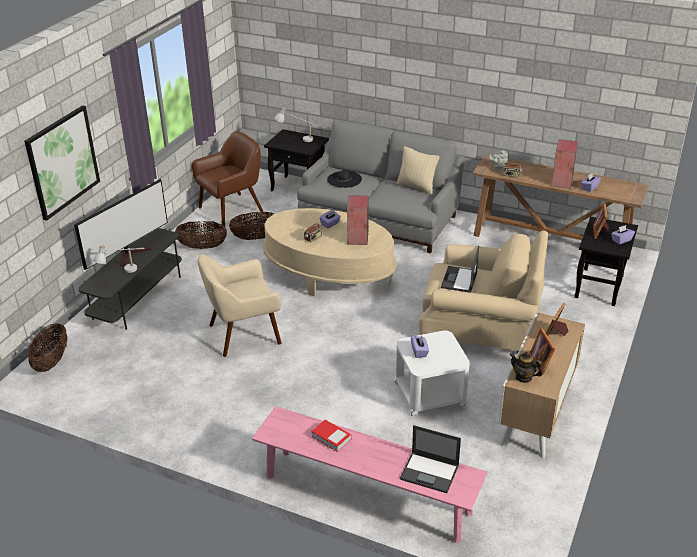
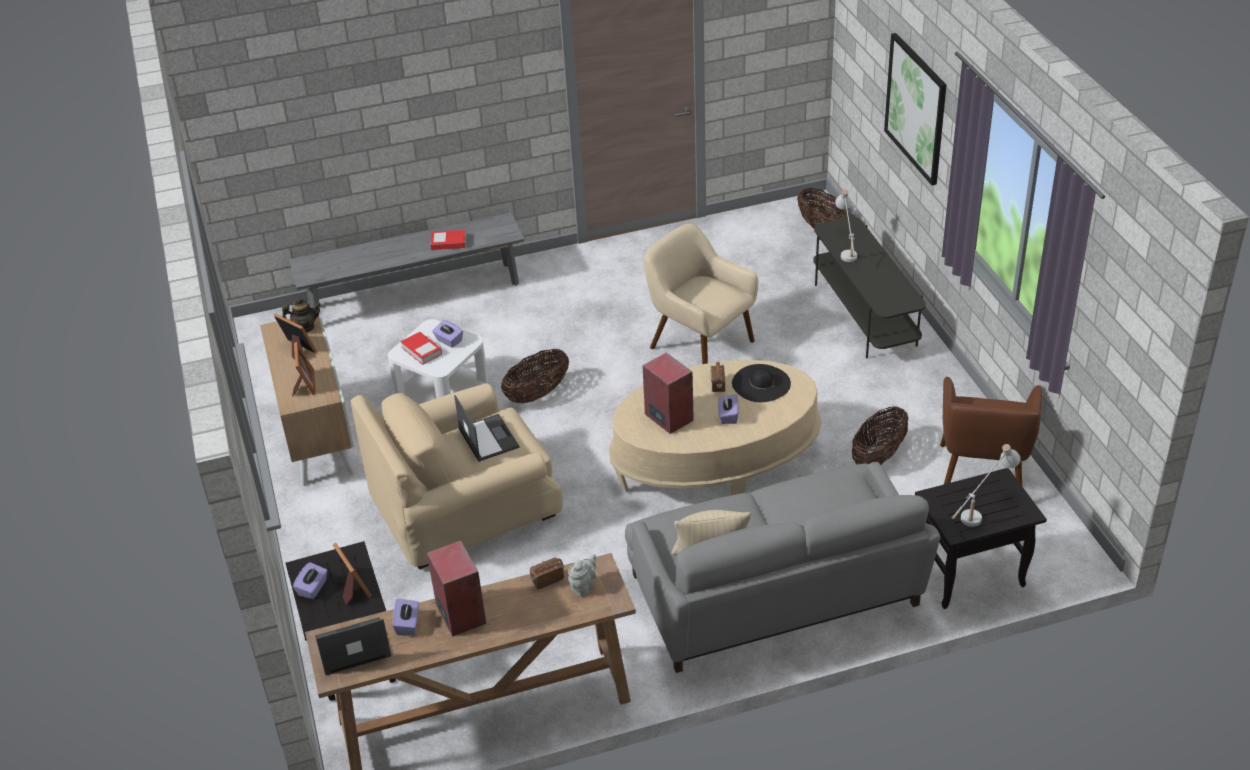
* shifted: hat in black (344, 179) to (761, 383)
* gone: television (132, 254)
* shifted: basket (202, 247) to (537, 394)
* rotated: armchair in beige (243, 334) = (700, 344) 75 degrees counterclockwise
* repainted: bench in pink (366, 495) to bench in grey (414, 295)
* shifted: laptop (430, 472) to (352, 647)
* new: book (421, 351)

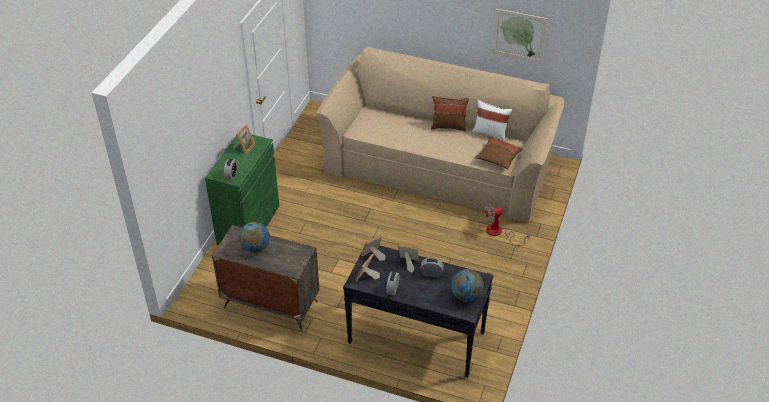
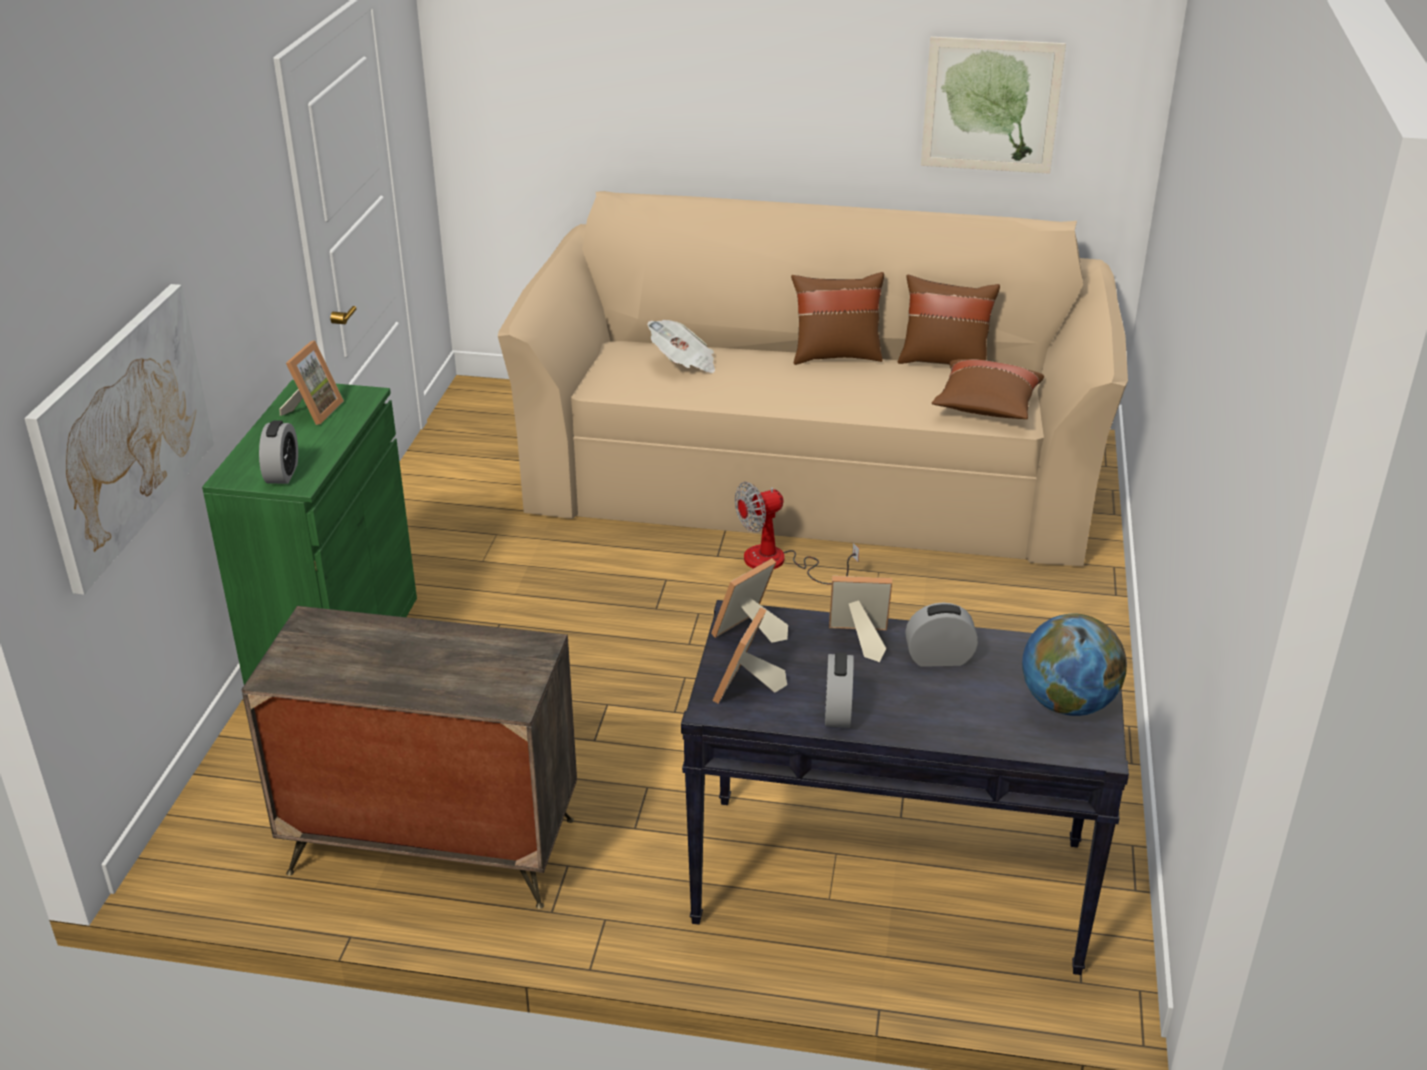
* repainted: pillow in white (490, 133) to pillow in brown (944, 361)
* shifted: fan (499, 233) to (779, 563)
* gone: globe (255, 247)
* new: picture (123, 432)
* new: newspaper (683, 363)

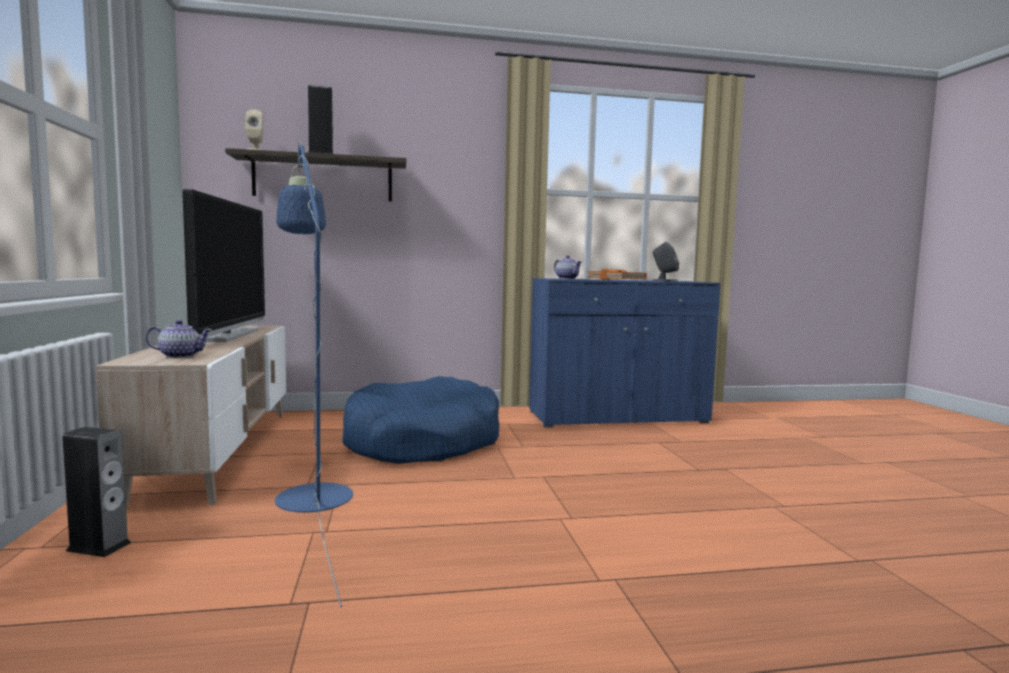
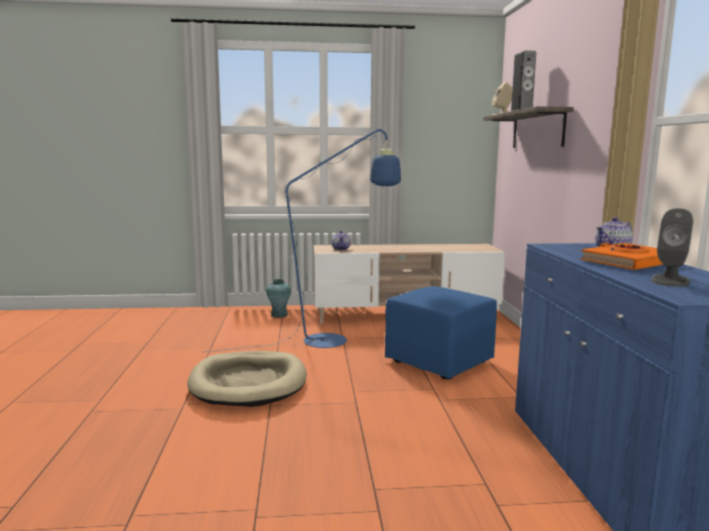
* gone: television (227, 335)
* swapped: dog bed in blue (422, 442) to ottoman in blue (440, 362)
* swapped: speaker (99, 546) to vase in turquoise (279, 315)
* new: dog bed in beige (249, 383)

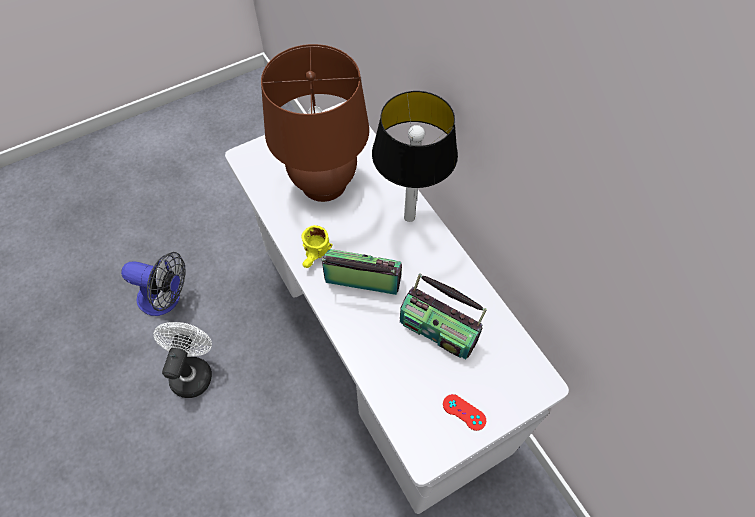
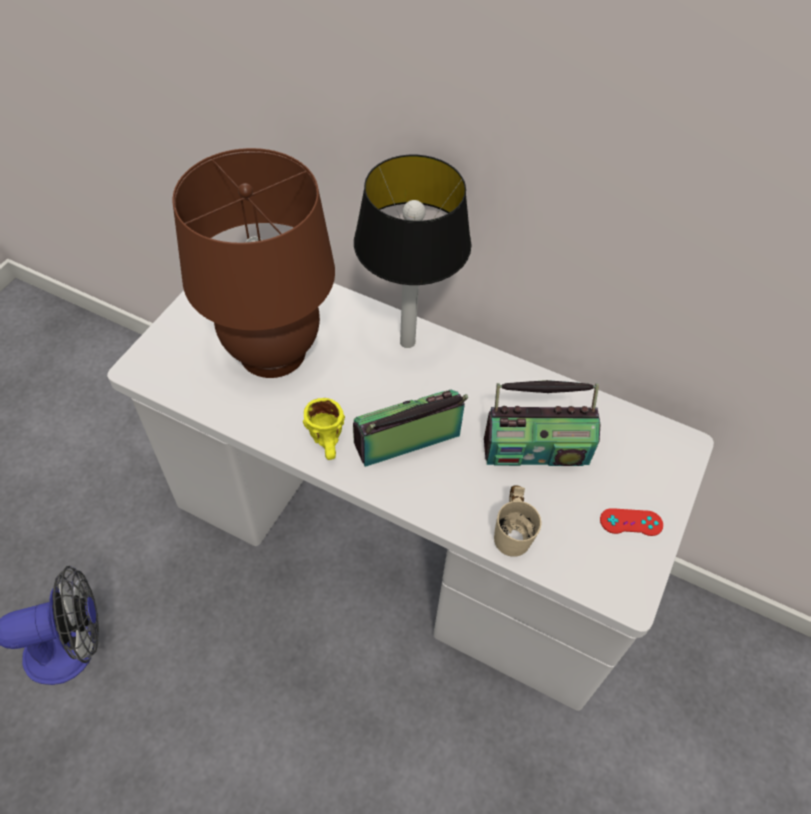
* gone: fan in white (193, 371)
* new: mug in beige (516, 533)

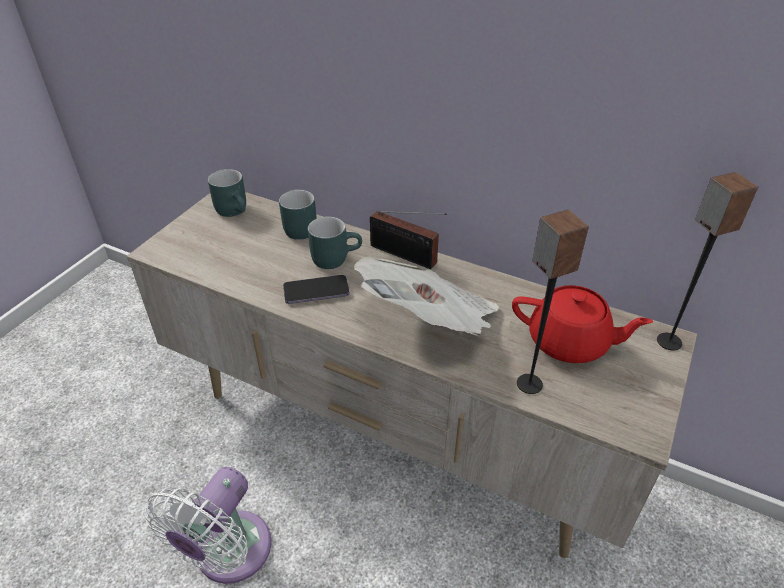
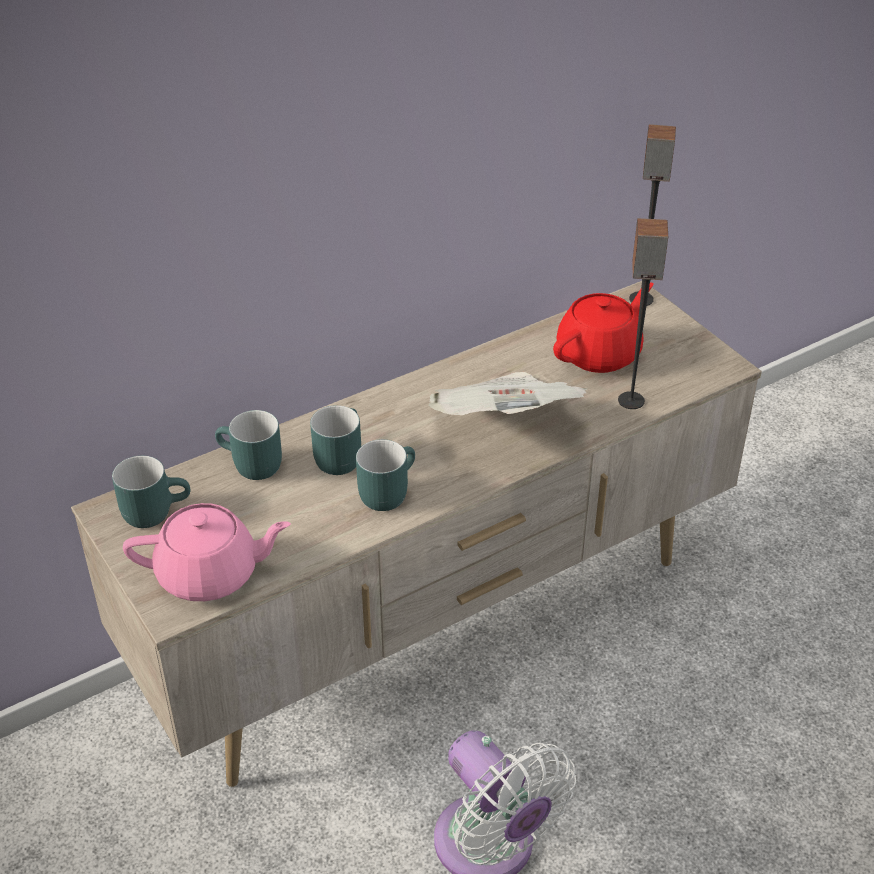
* gone: radio (406, 256)
* swapped: phone (316, 291) to mug in turquoise (386, 490)
* new: teapot in pink (210, 574)

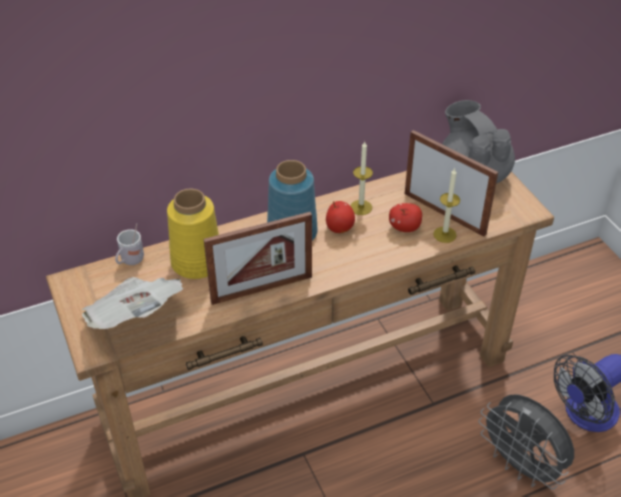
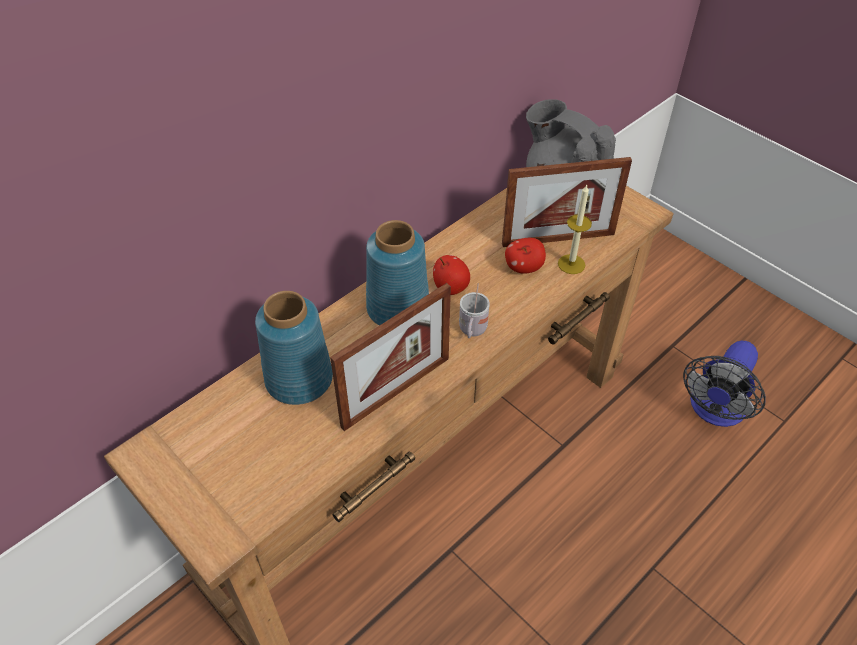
* rotated: picture frame (444, 213) = (558, 239) 150 degrees clockwise
* gone: candle (361, 207)
* repainted: vase in yellow (198, 262) to vase in blue (300, 379)
* shifted: mug in white (130, 261) to (472, 331)
* gone: newspaper (135, 318)
* gone: fan in grey (521, 466)

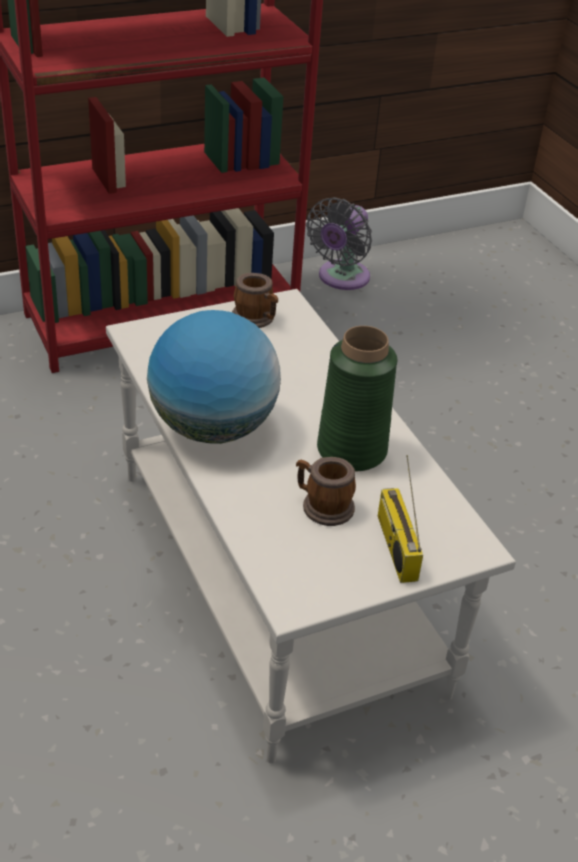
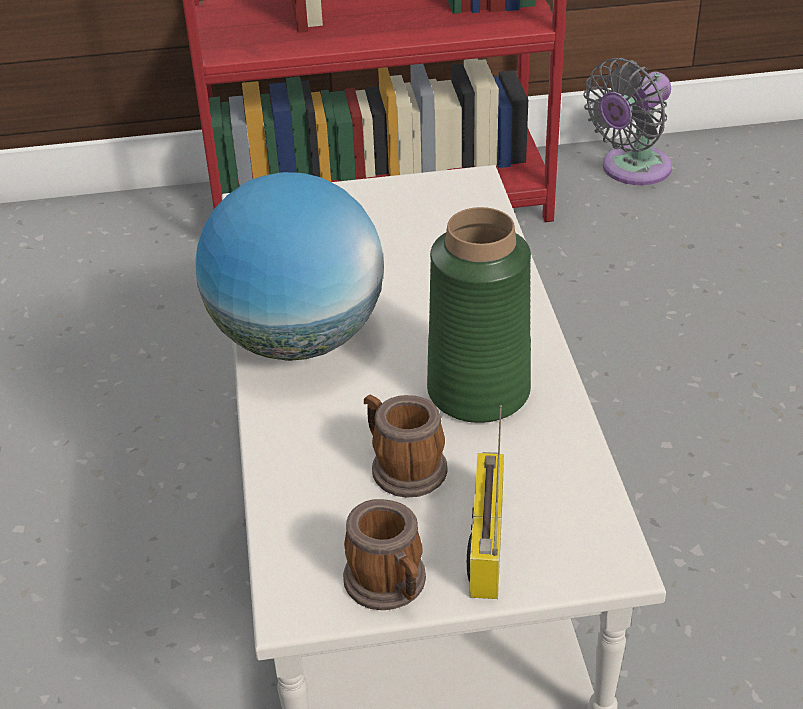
* shifted: mug (256, 319) to (390, 585)

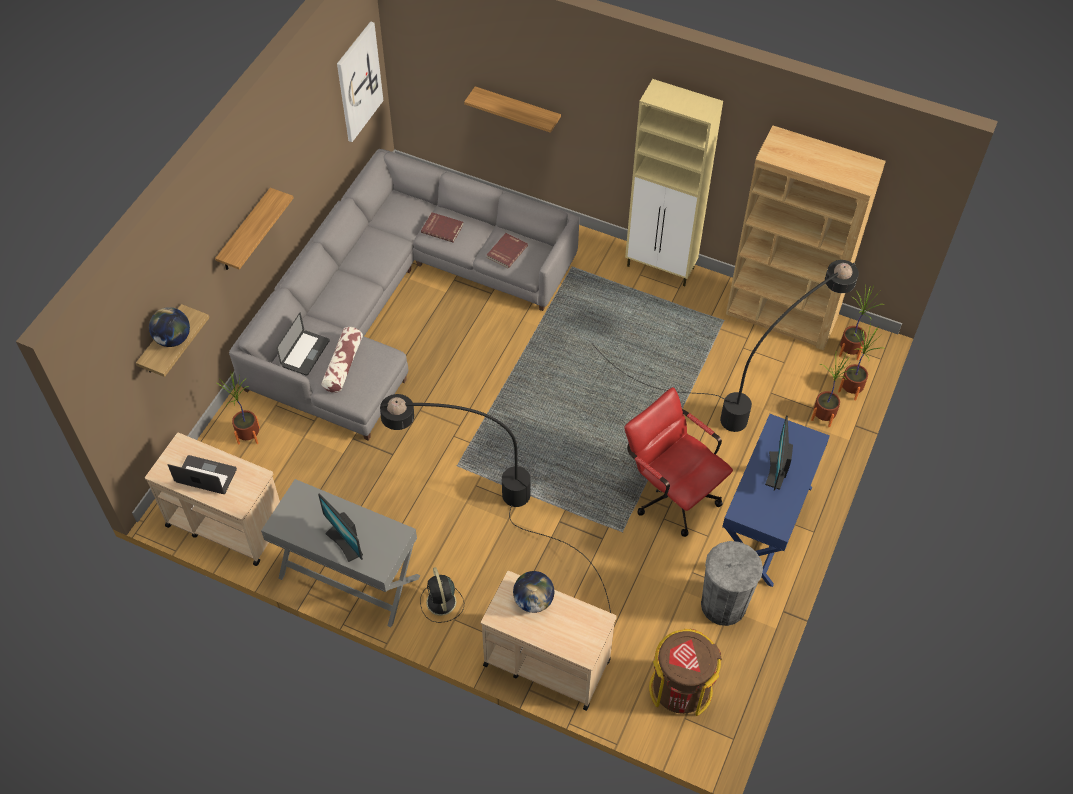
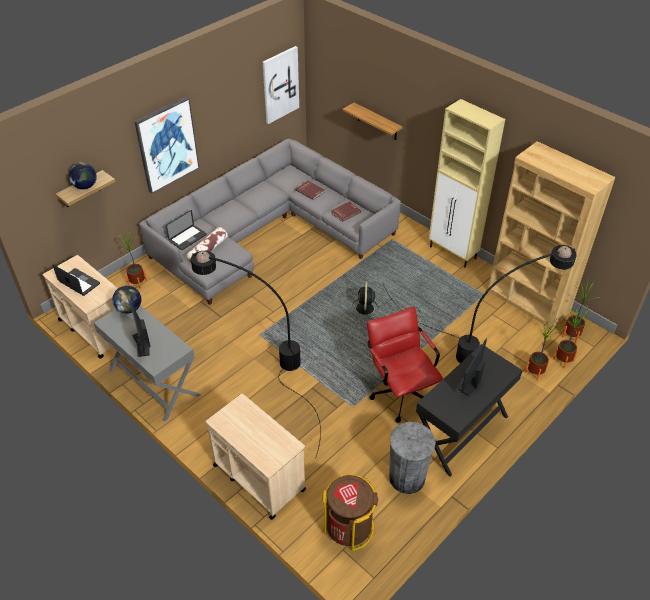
* swapped: shelf (245, 231) to picture (167, 144)
* repainted: desk in blue (764, 525) to desk in black (461, 432)
* shifted: fan in black (441, 603) to (365, 309)
* shifted: globe (533, 600) to (129, 309)

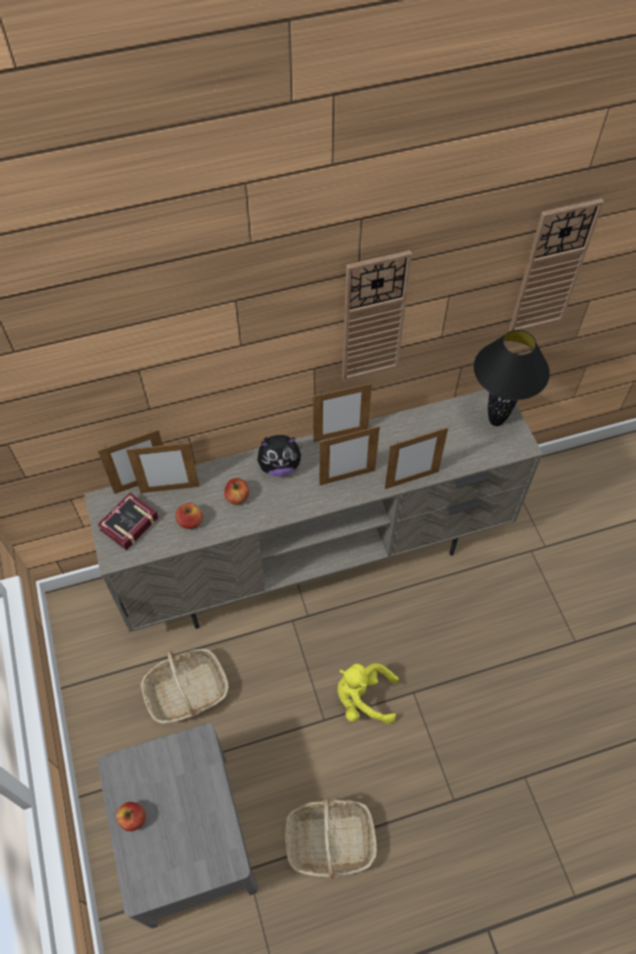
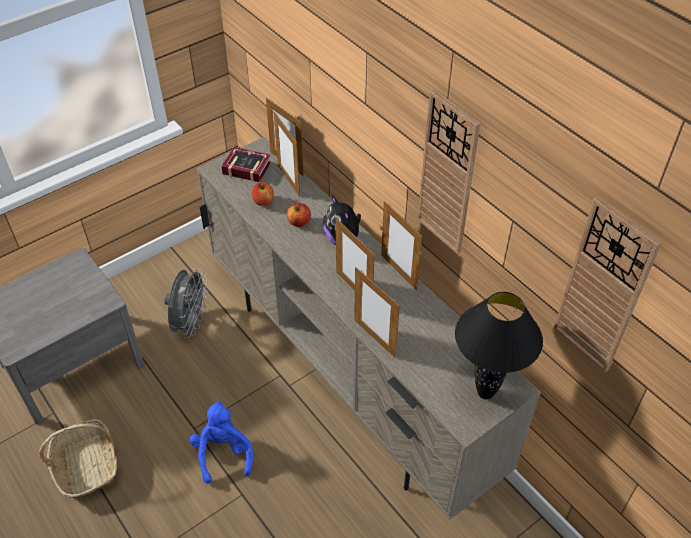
* swapped: basket (186, 692) to fan in grey (190, 323)
* repainted: plush toy in yellow (363, 698) to plush toy in blue (223, 453)
* gone: apple (133, 819)

